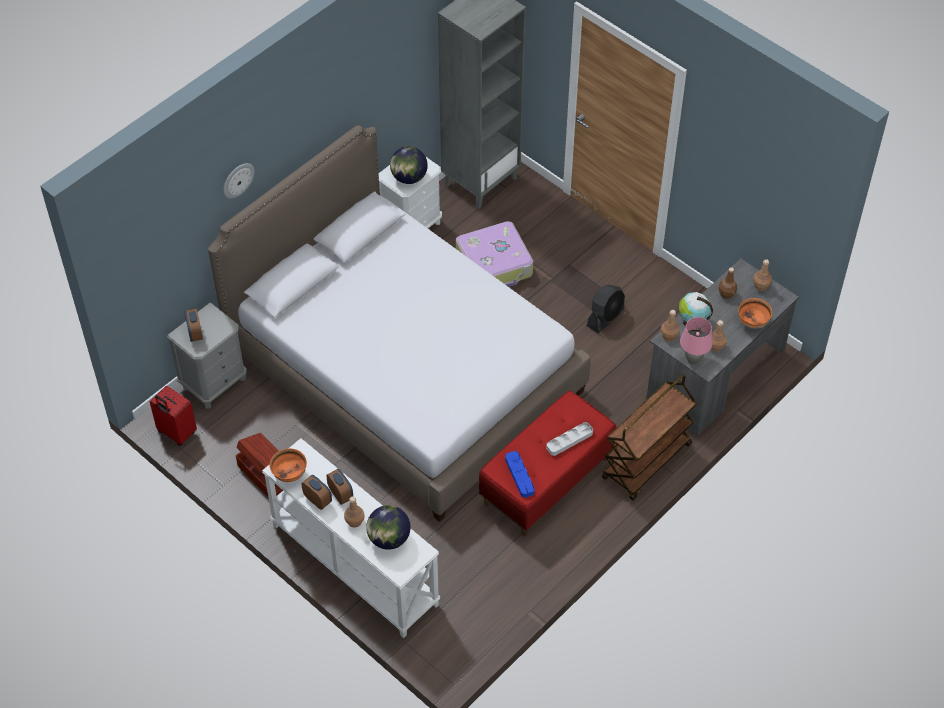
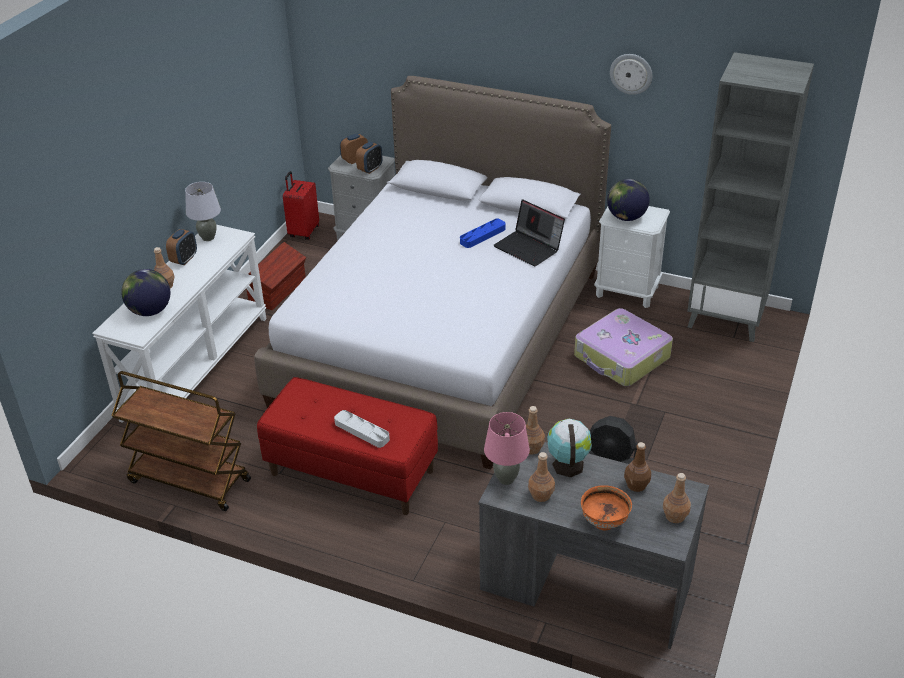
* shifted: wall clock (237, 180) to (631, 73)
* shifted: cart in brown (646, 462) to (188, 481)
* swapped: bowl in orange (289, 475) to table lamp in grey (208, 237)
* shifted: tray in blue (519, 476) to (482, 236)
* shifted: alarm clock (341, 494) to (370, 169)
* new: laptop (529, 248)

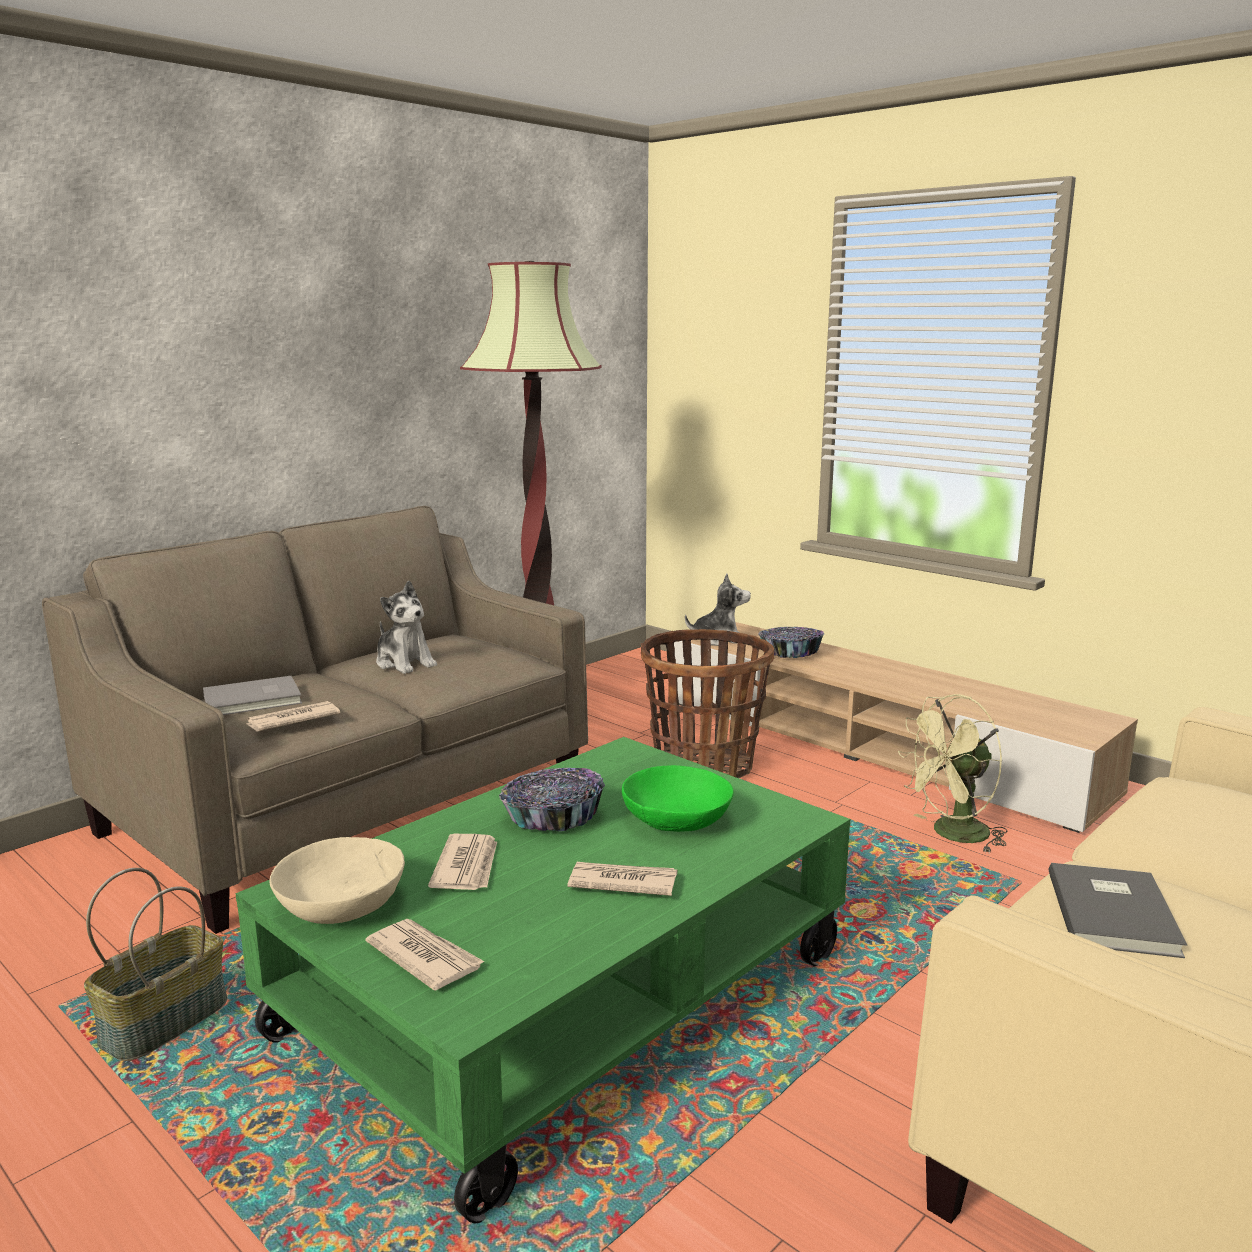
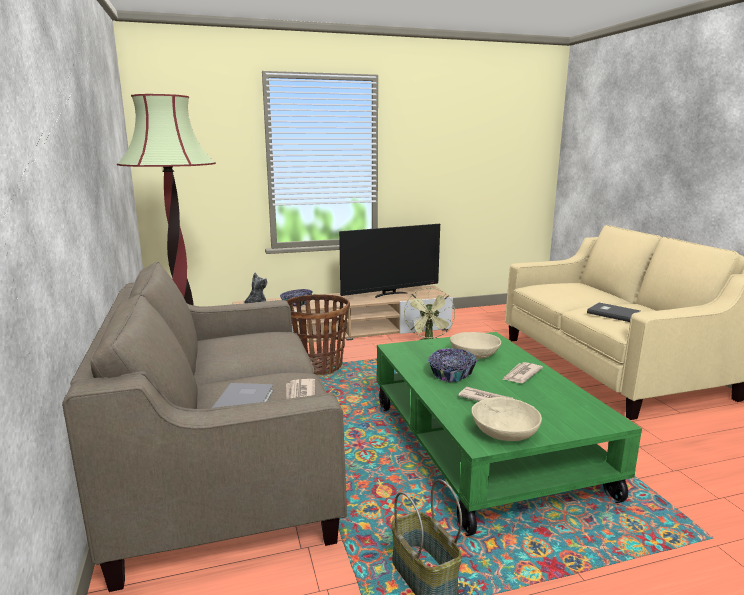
* gone: plush toy (405, 663)
* repainted: bowl in green (677, 821) to bowl in beige (475, 354)
* gone: newspaper (424, 957)
* new: television (390, 294)

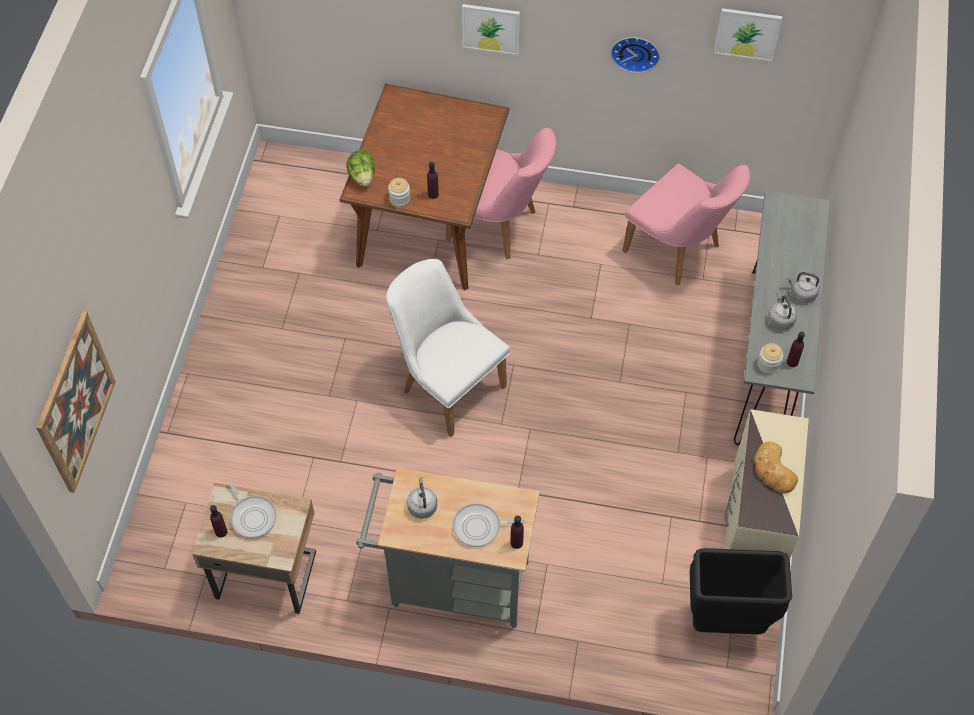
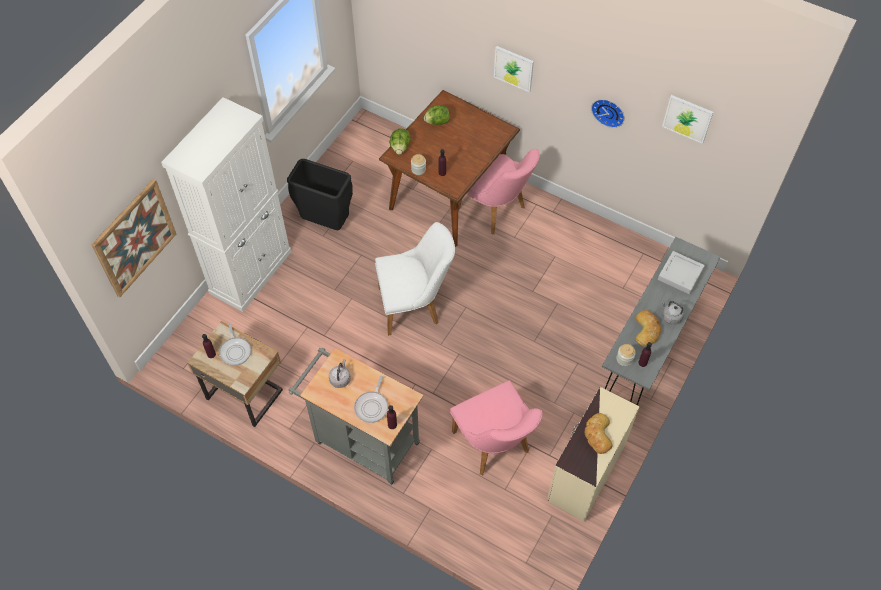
* shifted: chair in pink (679, 252) to (495, 447)
* rotated: chair in white (446, 384) = (415, 306) 105 degrees clockwise
* swapped: kettle in grey (780, 319) to bread (647, 330)
* rotated: frying pan (480, 527) = (372, 406) 90 degrees counterclockwise
* shifted: trash can in black (726, 623) to (325, 223)
* new: cabinet in white (251, 272)
* new: lettuce (437, 122)
* new: tray in grey (680, 274)

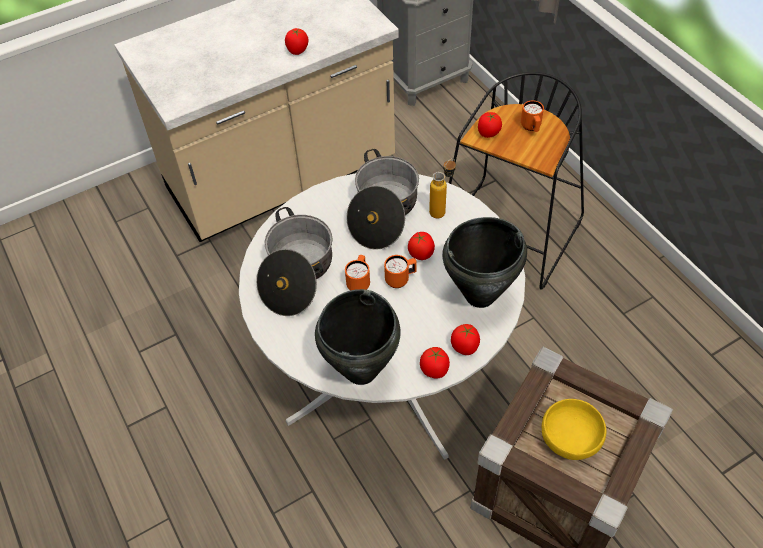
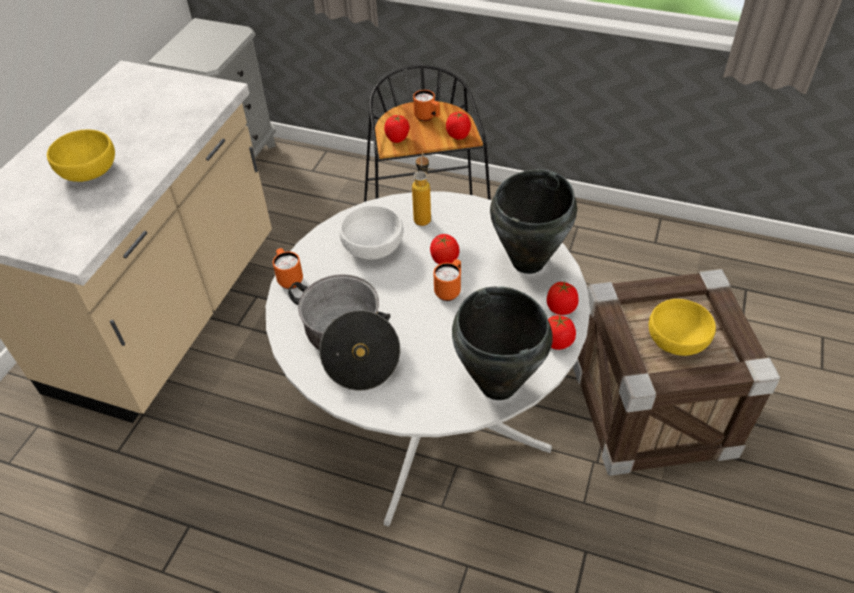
* shifted: tomato (297, 51) to (458, 135)
* swapped: cooking pot (383, 212) to bowl in white (374, 246)
* shifted: mug in orange (359, 282) to (289, 279)
* new: bowl in yellow (88, 171)

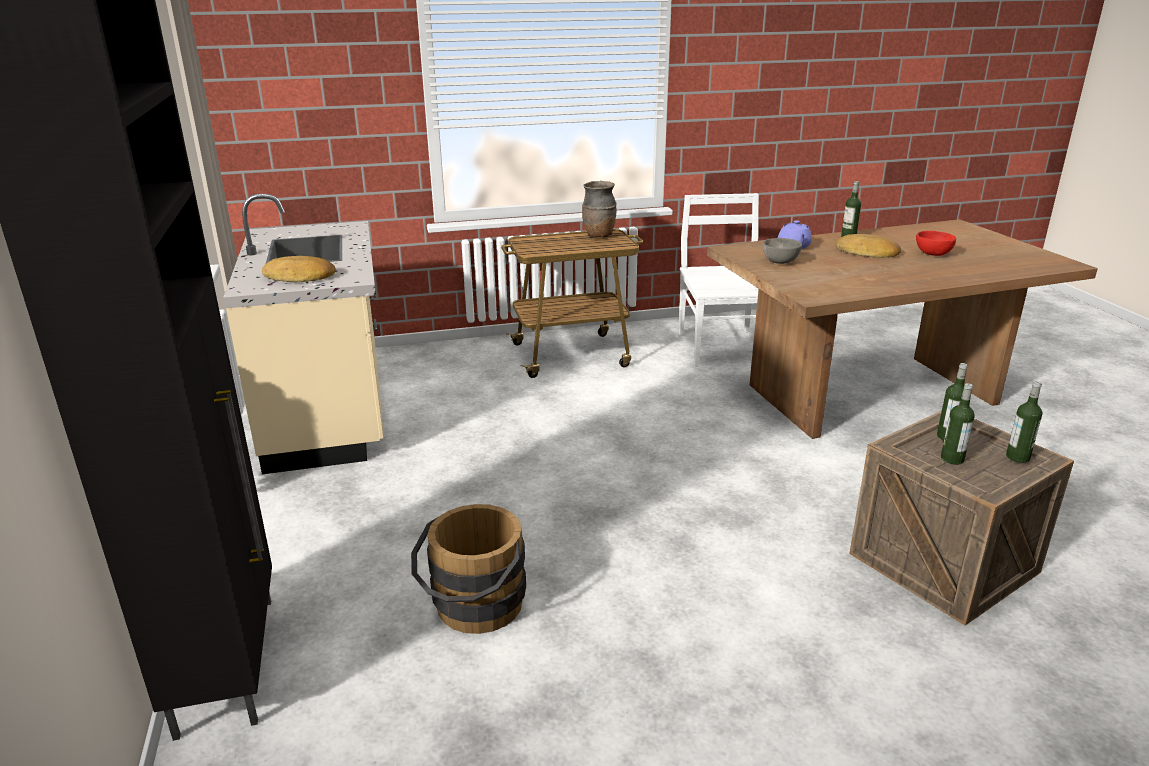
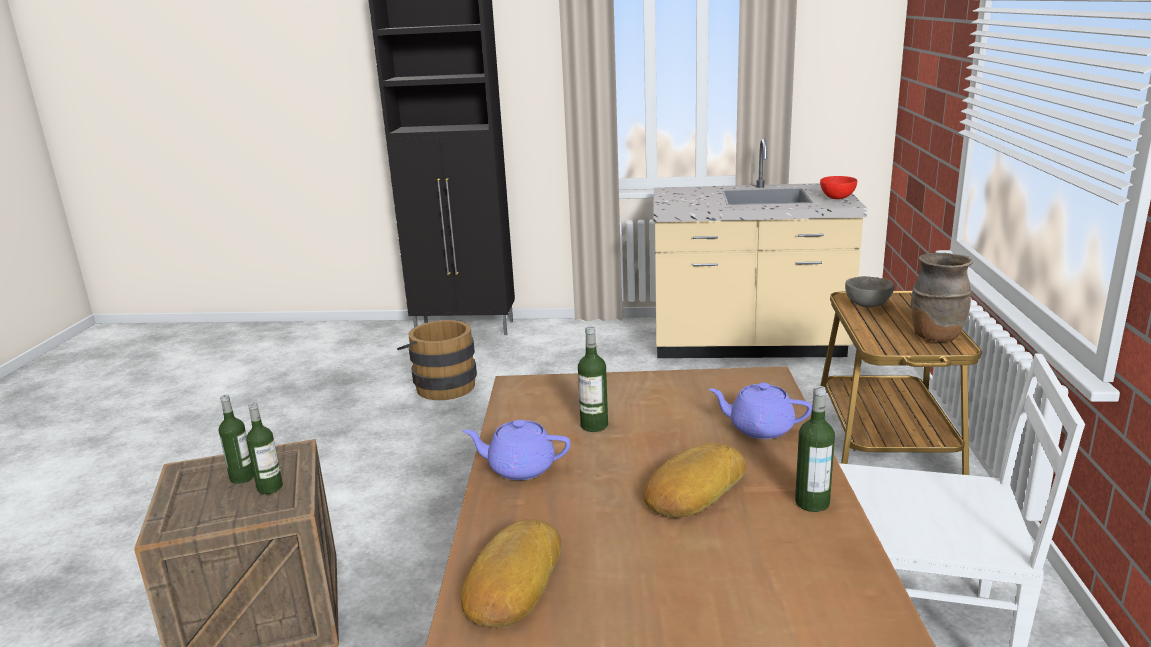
* shifted: bowl in red (933, 254) to (836, 198)
* shifted: bowl in grey (780, 262) to (868, 306)
* shifted: bread (300, 277) to (511, 582)
* shifted: bottle (1017, 457) to (594, 425)
* new: teapot in purple (520, 468)

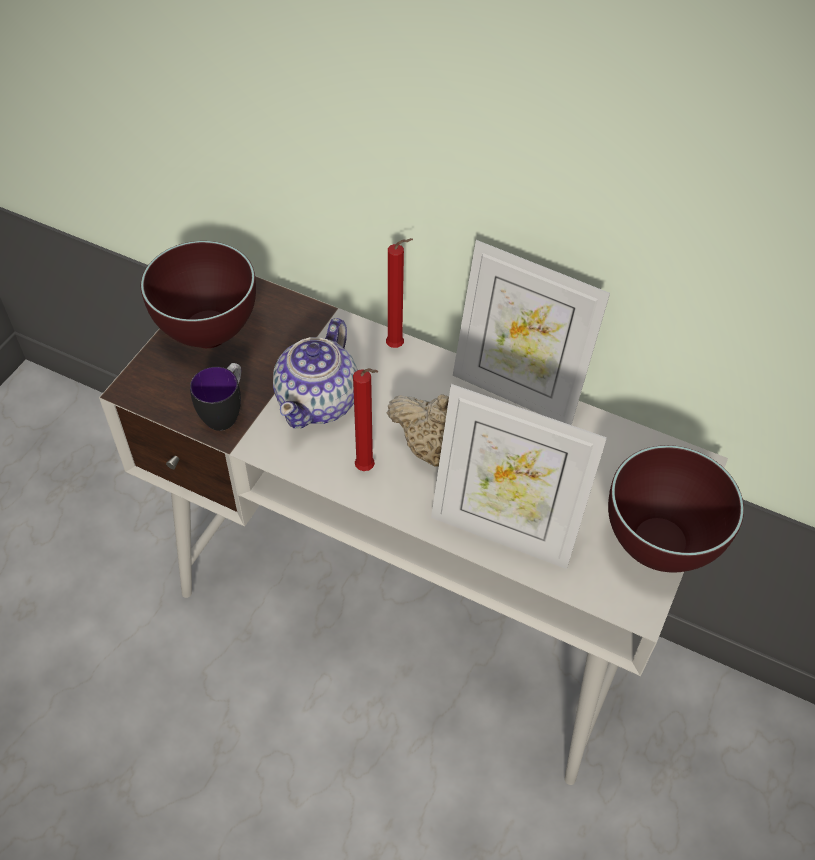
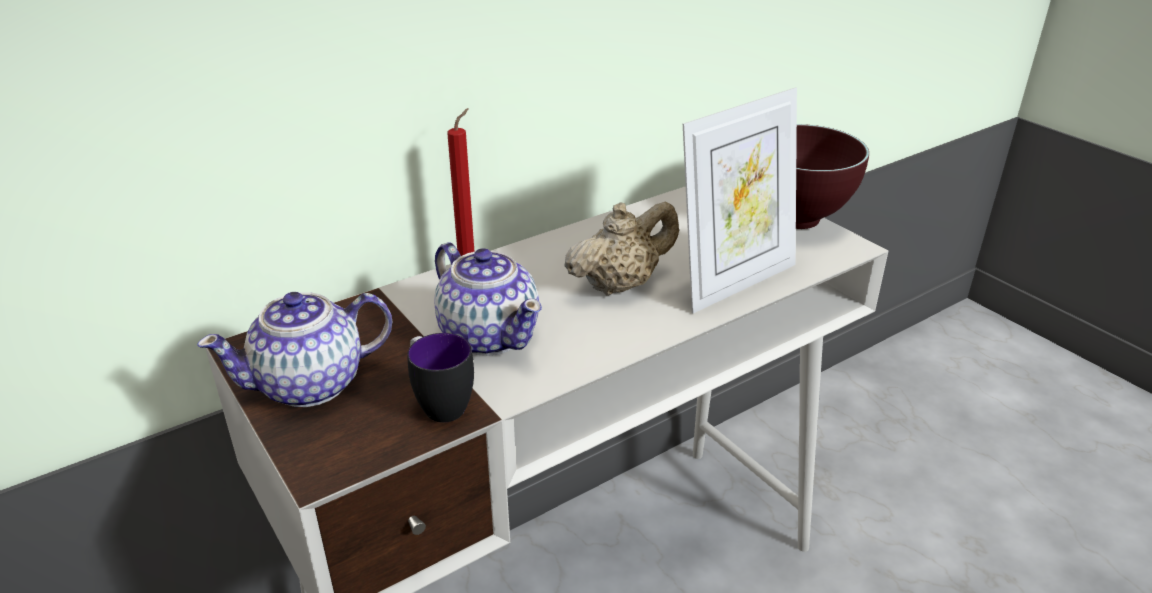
* gone: picture frame (516, 391)
* swapped: bowl in brown (208, 337) to teapot (312, 384)
* gone: candle in red (367, 469)

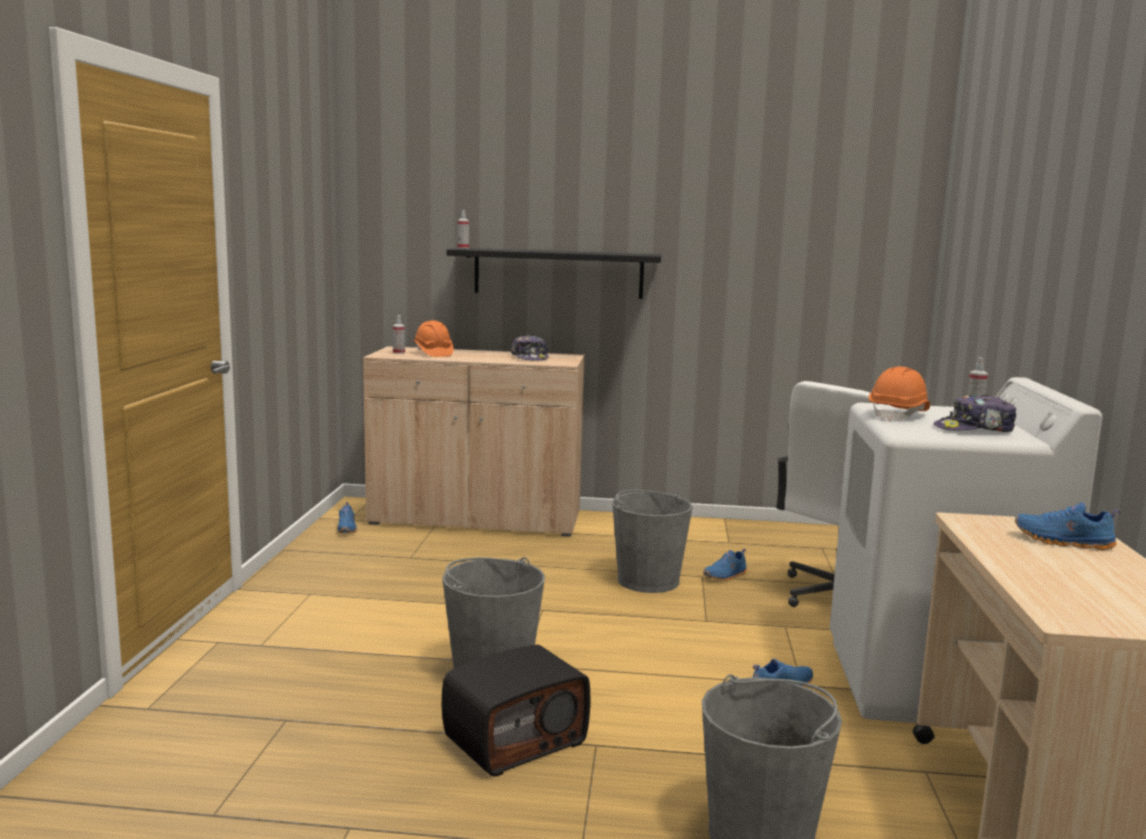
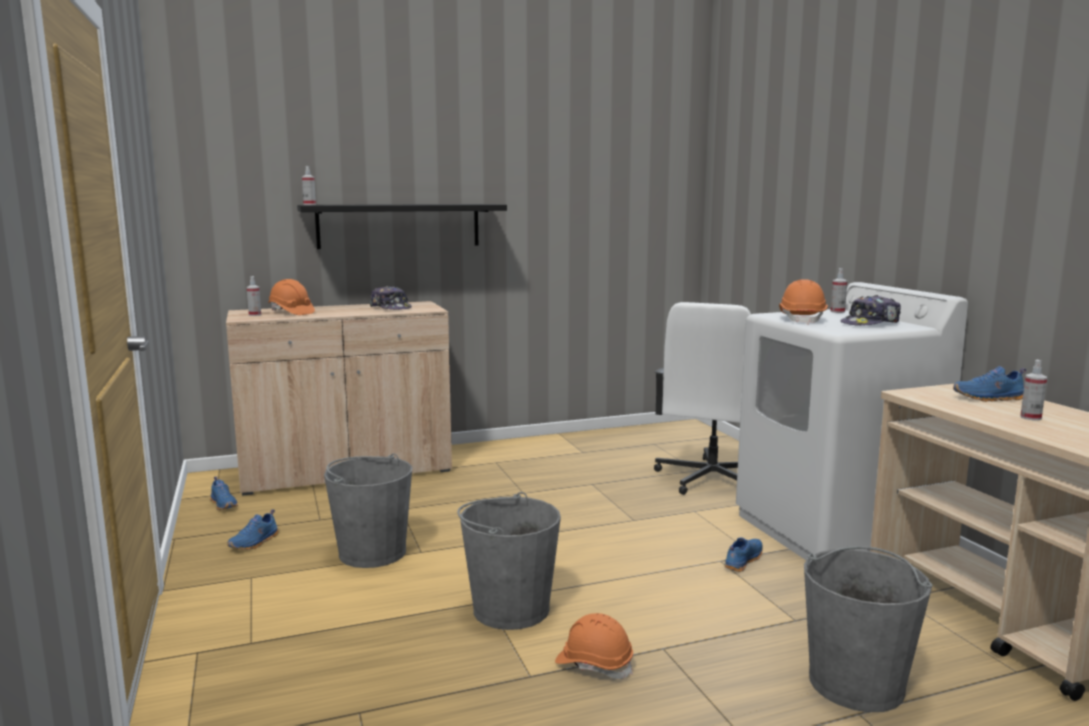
* shifted: bucket in grey (648, 580) to (372, 552)
* shifted: shoe in blue (726, 576) to (255, 543)
* swapped: radio (515, 740) to hard hat in orange (594, 664)
* new: spray bottle (1030, 417)

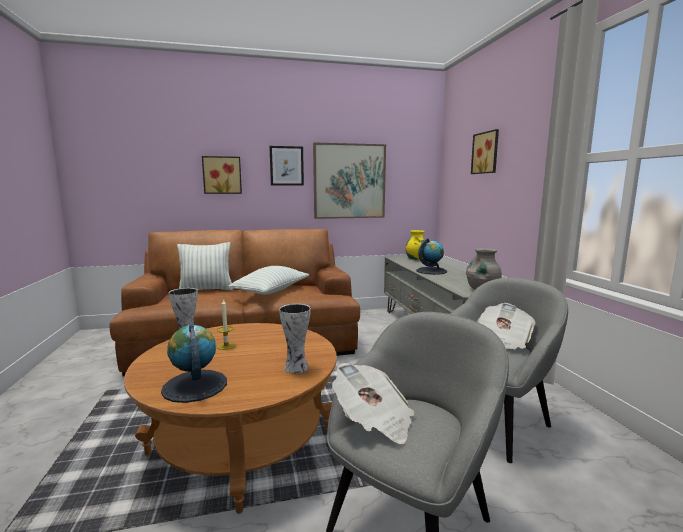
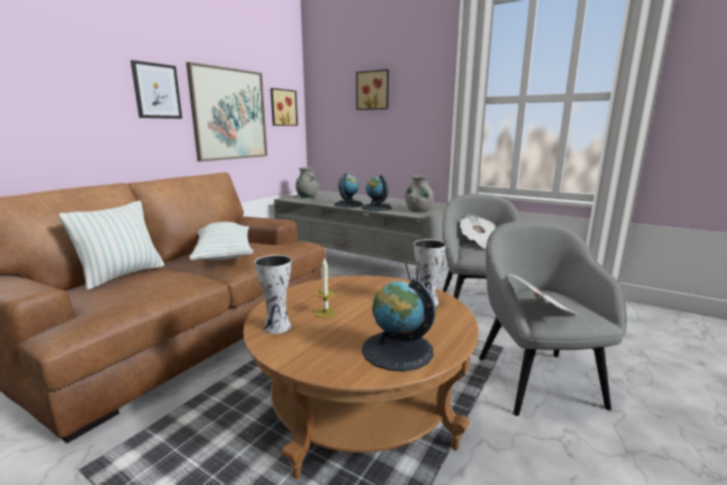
* shifted: picture (222, 175) to (282, 107)
* repainted: vase in yellow (416, 259) to vase in grey (307, 197)
* new: globe (376, 208)

